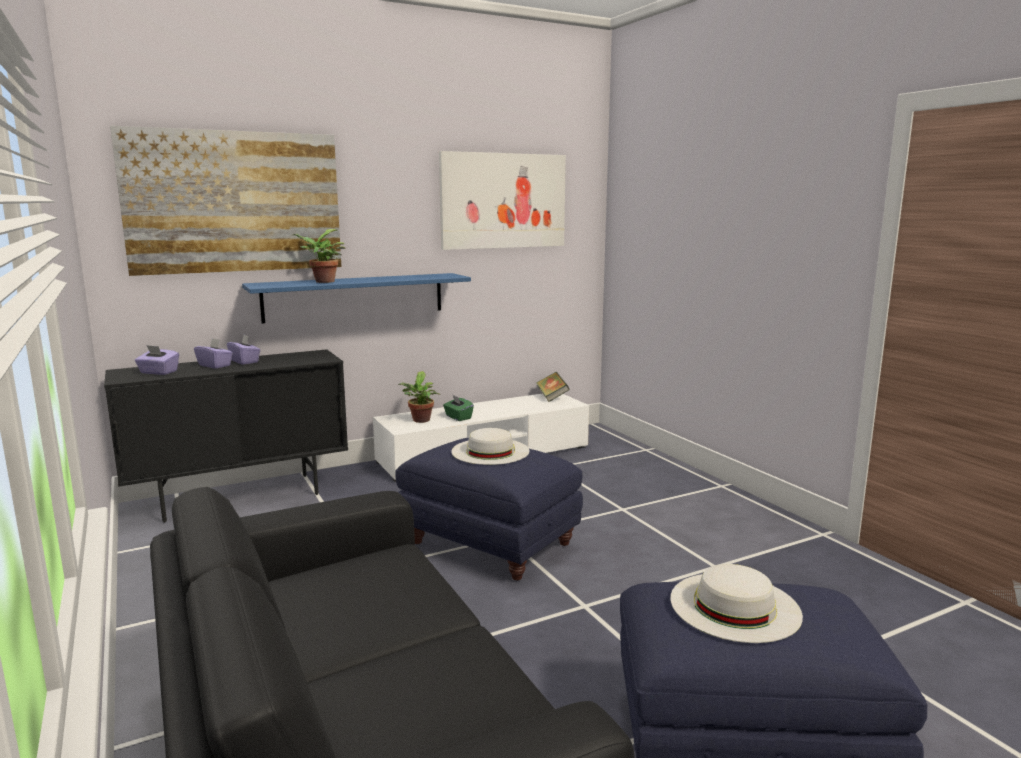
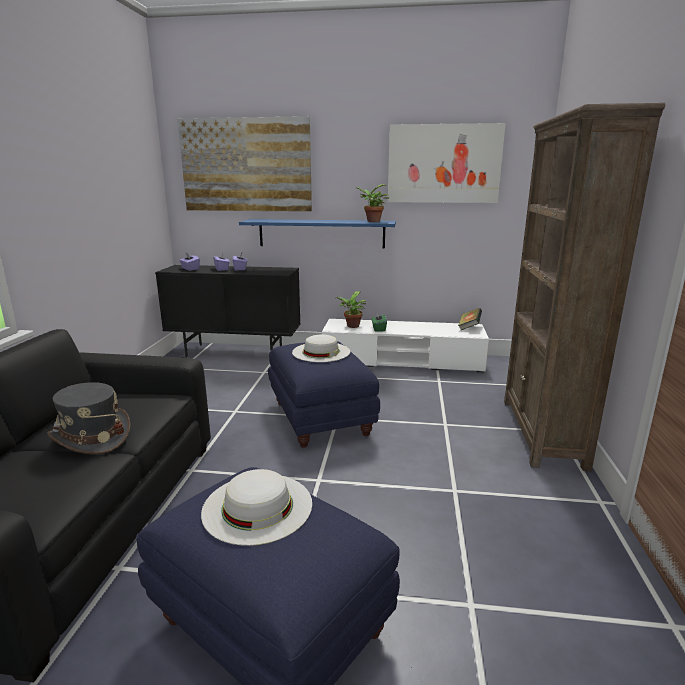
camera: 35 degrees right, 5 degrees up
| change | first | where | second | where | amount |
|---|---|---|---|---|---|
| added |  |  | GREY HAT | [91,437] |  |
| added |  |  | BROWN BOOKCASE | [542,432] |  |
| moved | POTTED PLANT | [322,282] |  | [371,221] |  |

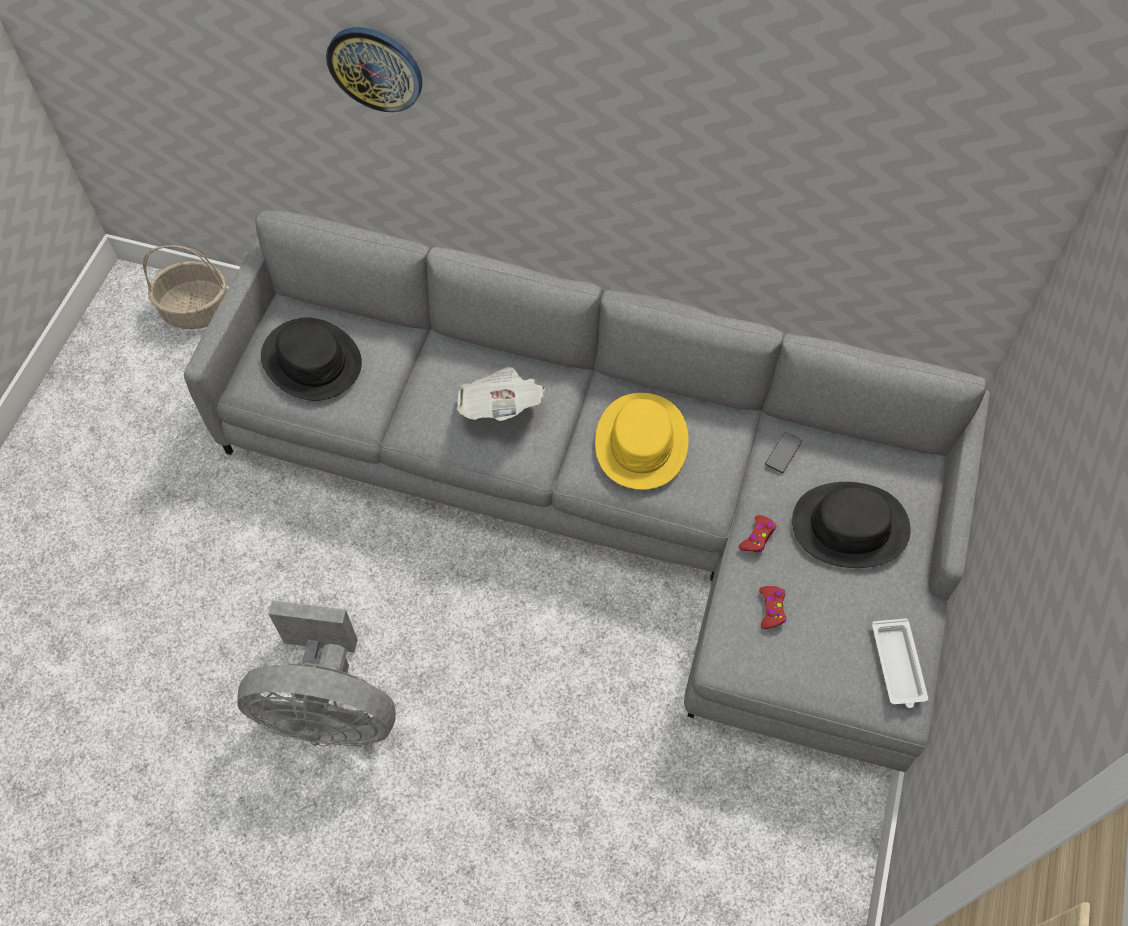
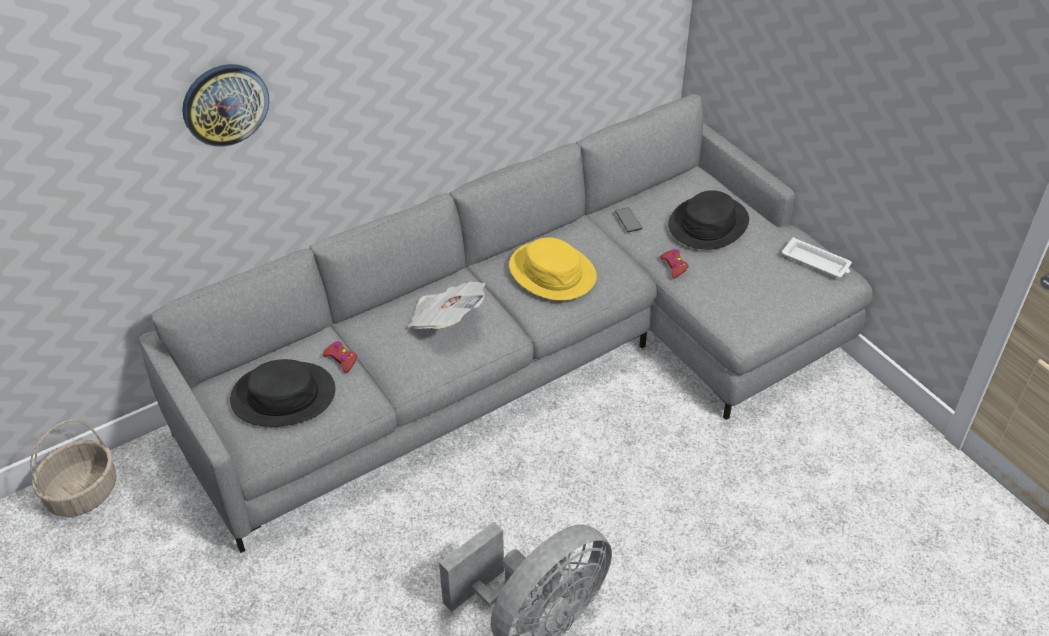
camera: 50 degrees left, 15 degrees down
| change | first | where | second | where | amount |
|---|---|---|---|---|---|
| moved | RED GAME CONTROLLER | [771,609] |  | [341,359] |  |

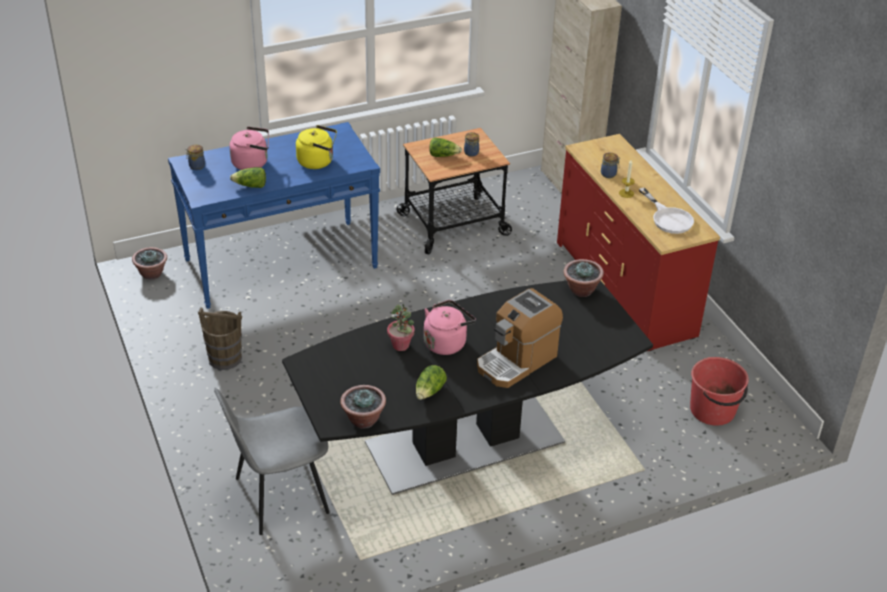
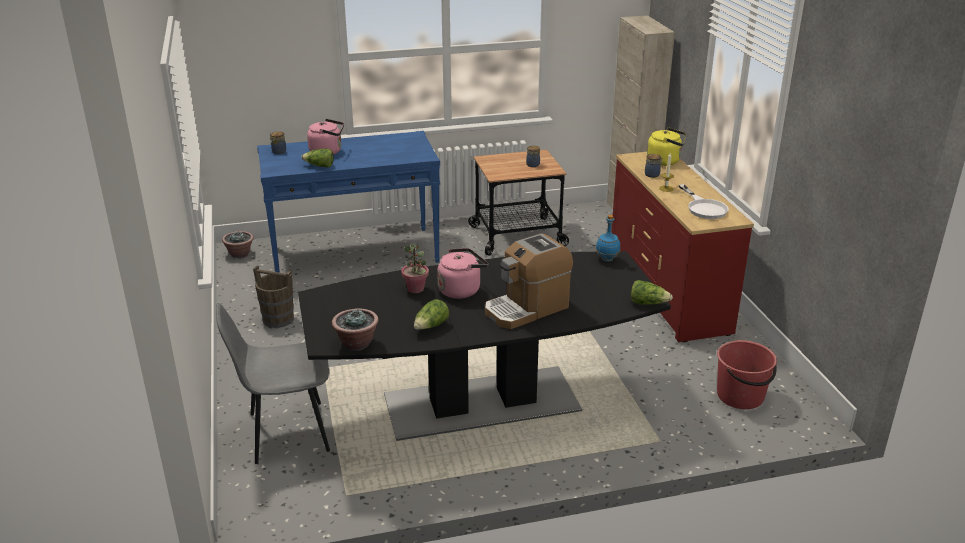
camera: 10 degrees right, 10 degrees down
| change | first | where | second | where | amount |
|---|---|---|---|---|---|
| moved | YELLOW KETTLE | [318,162] |  | [665,161] |  |
| moved | LETTUCE | [443,155] |  | [648,303] |  |
| replaced | POTTED PLANT | [581,290] | BLUE BOTTLE | [606,259] |  |

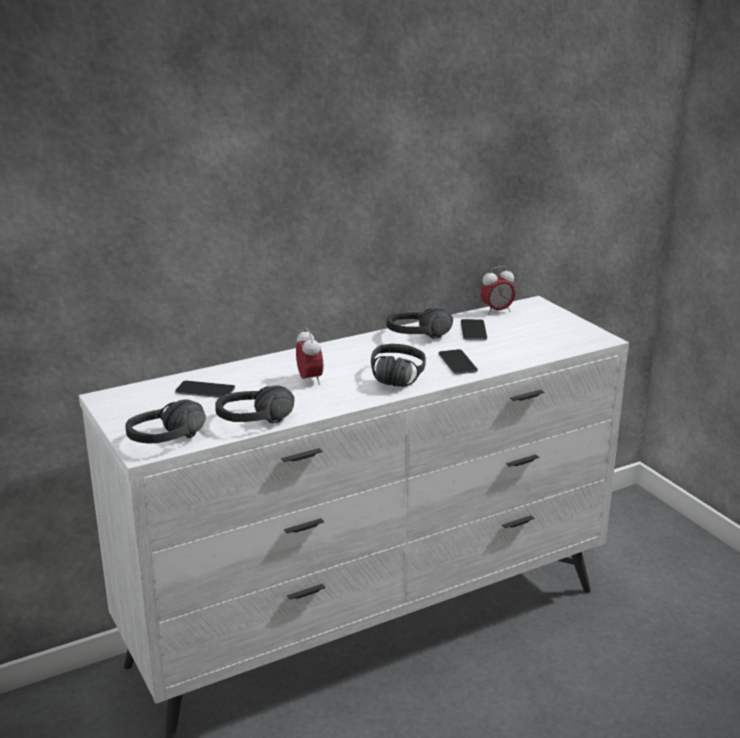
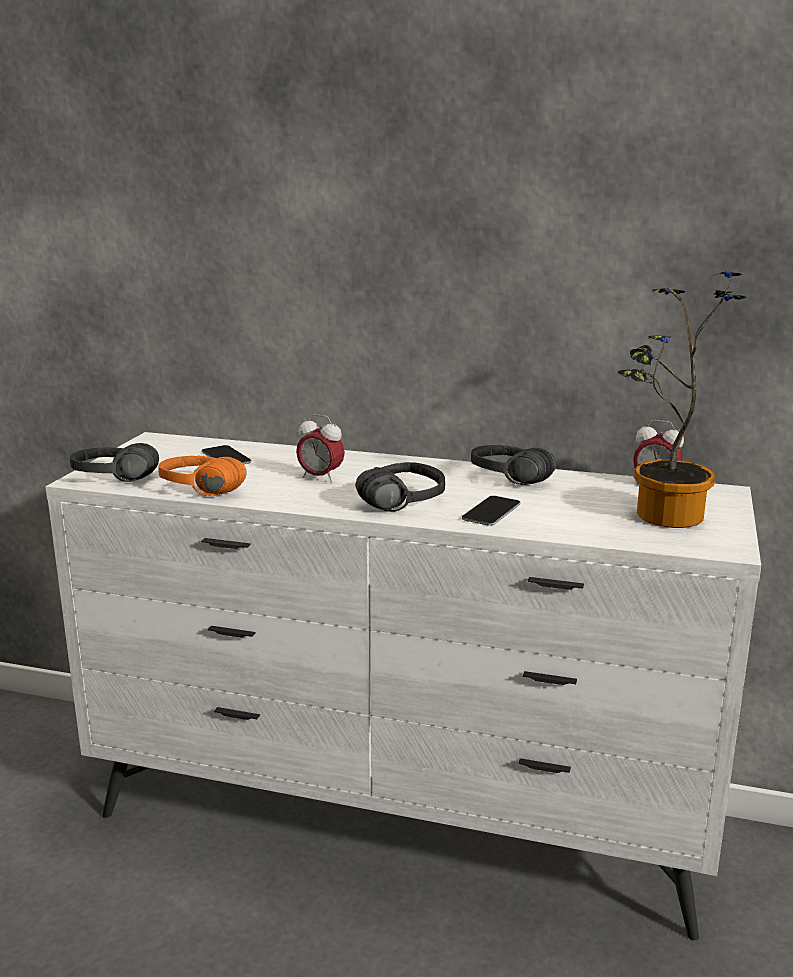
camera: 45 degrees right, 5 degrees down
| change | first | where | second | where | amount |
|---|---|---|---|---|---|
| removed | PHONE | [473,330] |  |  |  |
| added |  |  | POTTED PLANT | [661,518] |  |
| recoloured | BLACK HEADPHONES | [258,425] | ORANGE HEADPHONES | [195,493] |  |
| turned | ALARM CLOCK | [309,380] |  | [320,478] | 90 degrees clockwise |

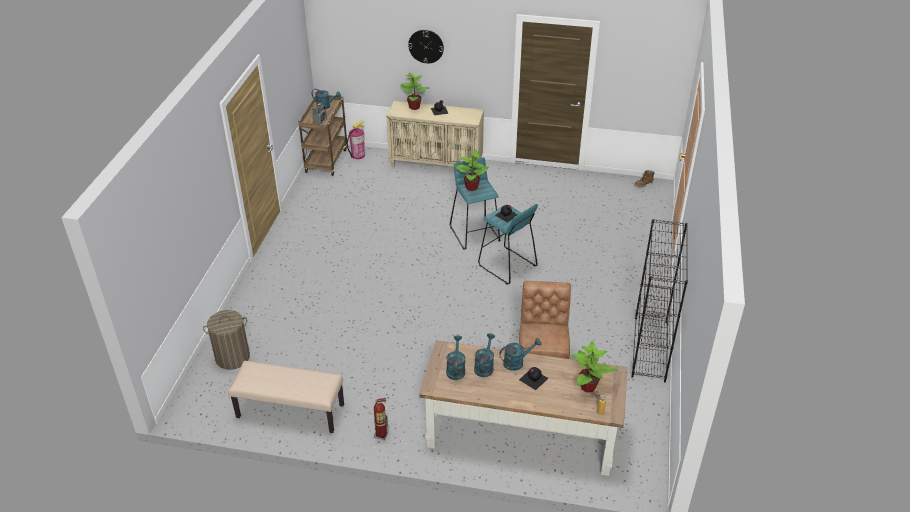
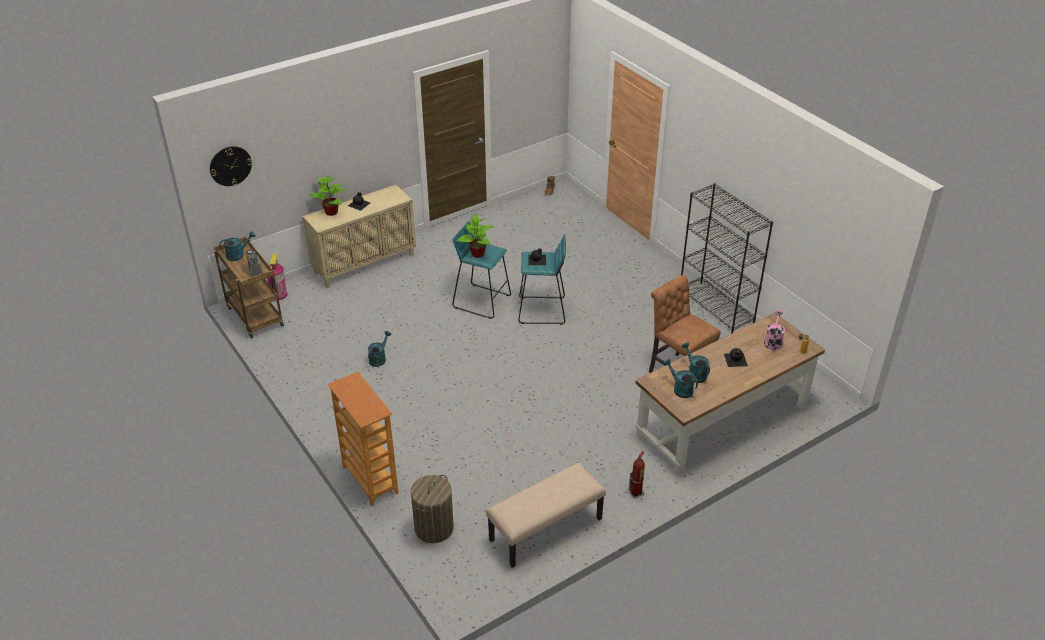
camera: 45 degrees left, 0 degrees up
| change | first | where | second | where | amount |
|---|---|---|---|---|---|
| added |  |  | BOOKCASE | [369,480] |  |
| moved | WALL CLOCK | [426,46] |  | [230,166] |  |
| moved | TURQUOISE WATERING CAN | [517,362] |  | [379,358] |  |
| replaced | POTTED PLANT | [588,387] | PINK WATERING CAN | [773,341] |  |

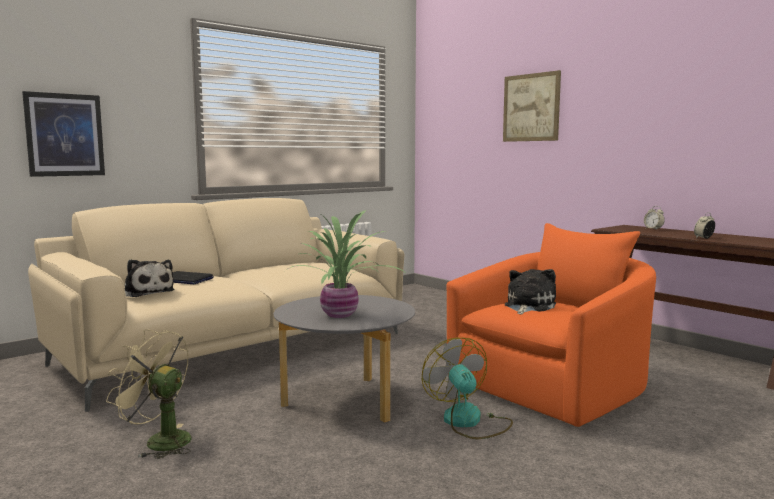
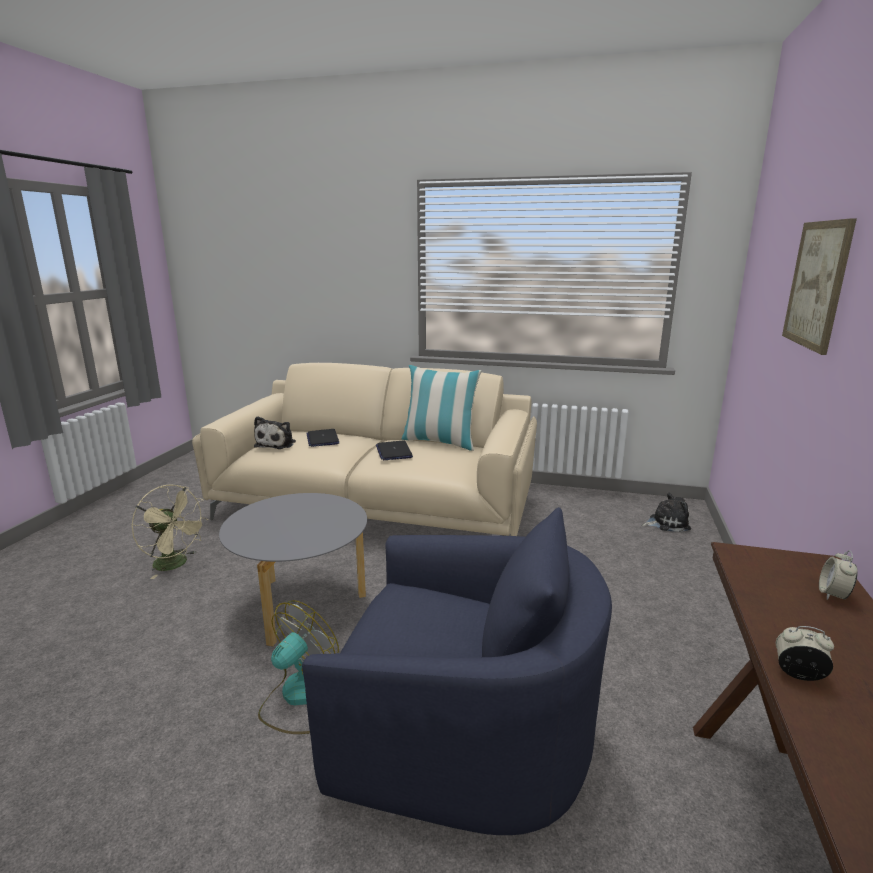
camera: 55 degrees right, 10 degrees up
| change | first | where | second | where | amount |
|---|---|---|---|---|---|
| removed | PICTURE | [65,135] |  |  |  |
| removed | POTTED PLANT | [341,315] |  |  |  |
| added |  |  | LAPTOP | [393,451] |  |
| added |  |  | PILLOW | [440,442] |  |
| moved | PLUSH TOY | [528,306] |  | [666,523] |  |
| recoloured | ORANGE ARMCHAIR | [554,386] | BLUE ARMCHAIR | [463,732] |  |
| turned | BEIGE FAN | [159,441] |  | [176,564] | 135 degrees clockwise |

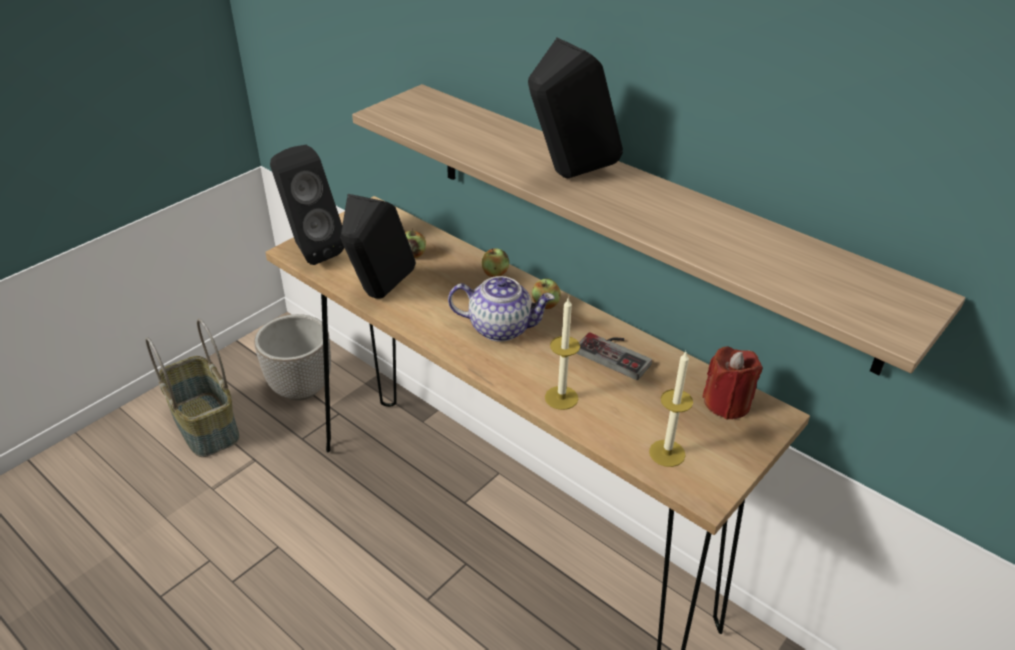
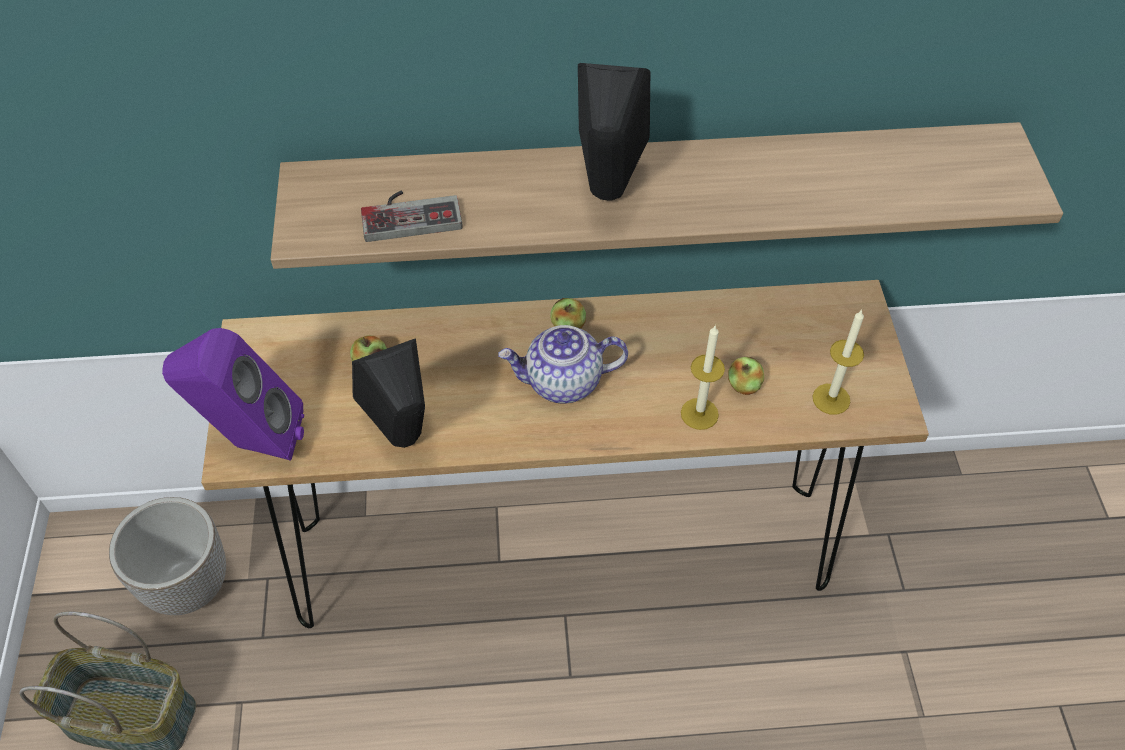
camera: 45 degrees left, 15 degrees up
| change | first | where | second | where | amount |
|---|---|---|---|---|---|
| removed | RED CANDLE | [727,403] |  |  |  |
| moved | APPLE | [495,273] |  | [744,385] |  |
| moved | GAME CONTROLLER | [616,353] |  | [410,213] |  |
| recoloured | BLACK SPEAKER | [310,250] | PURPLE SPEAKER | [252,442] |  |
| turned | TEAPOT | [501,328] |  | [563,382] | 150 degrees counterclockwise |

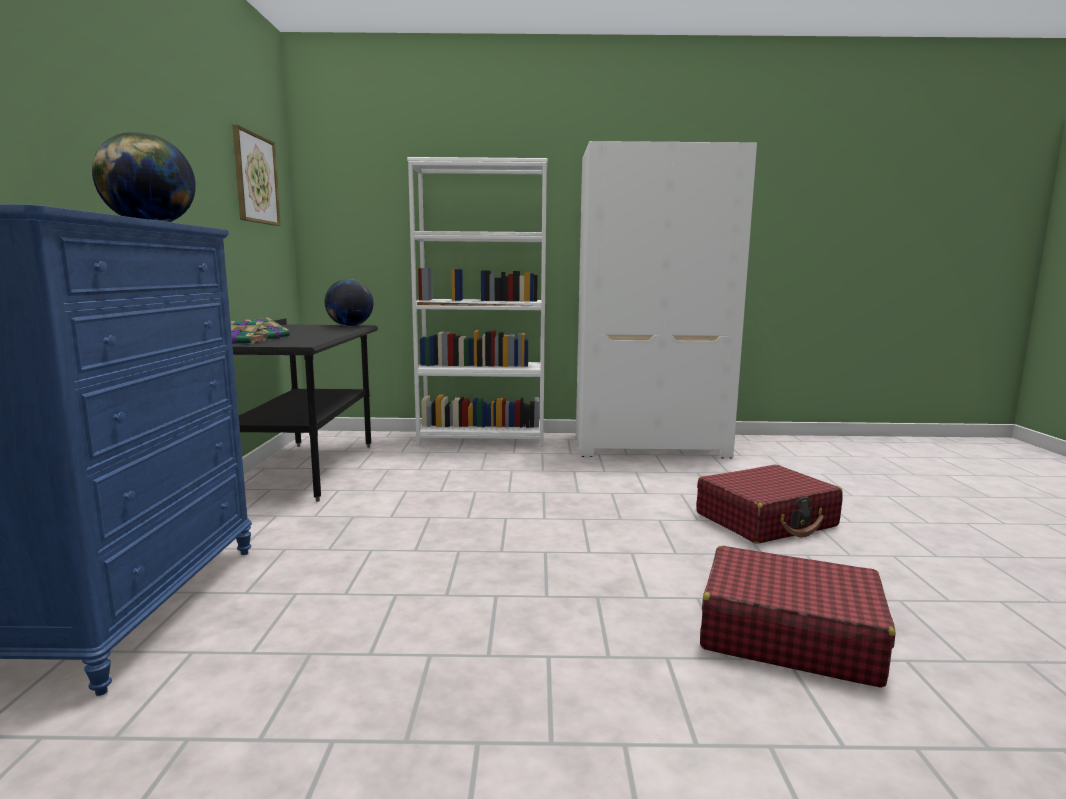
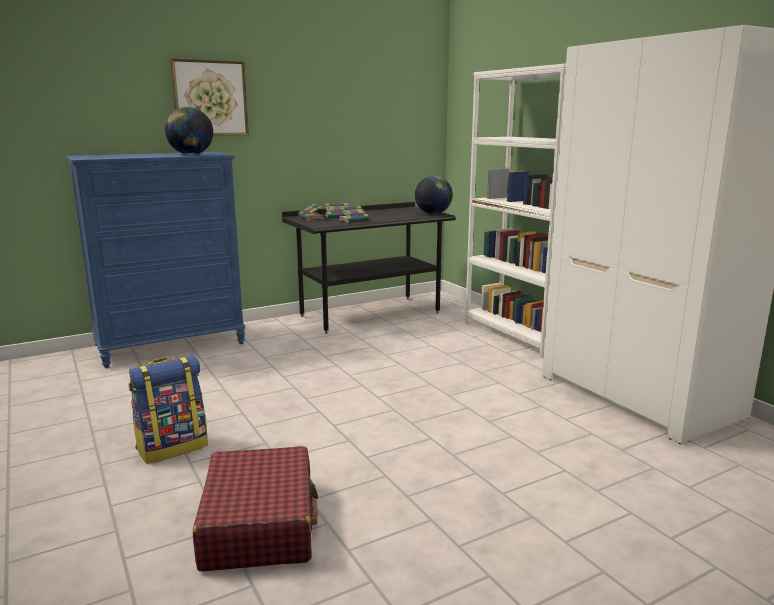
camera: 60 degrees right, 5 degrees up
| change | first | where | second | where | amount |
|---|---|---|---|---|---|
| removed | RED SUITCASE | [766,520] |  |  |  |
| added |  |  | BACKPACK | [172,447] |  |
| added |  |  | BOOK | [354,220] |  |
| moved | PICTURE | [255,179] |  | [210,98] |  |

